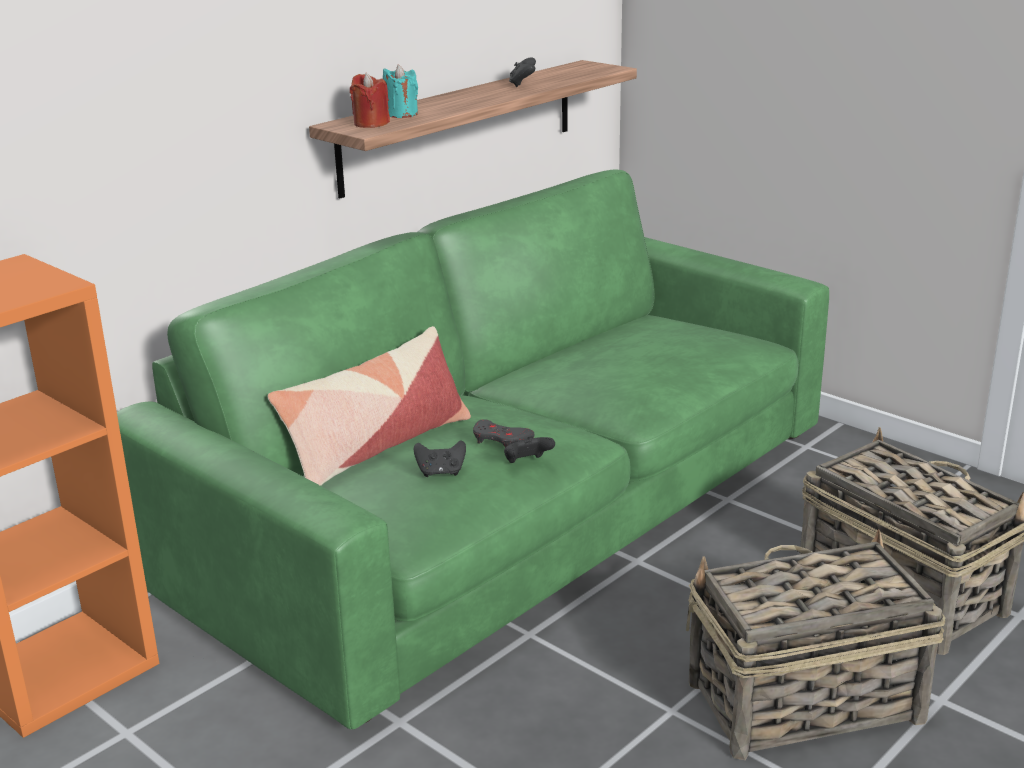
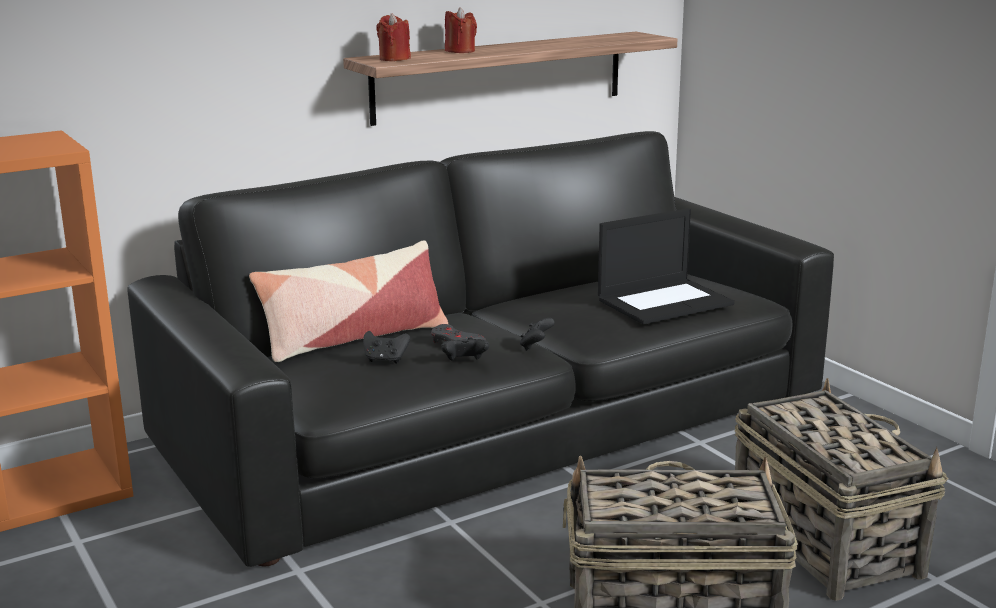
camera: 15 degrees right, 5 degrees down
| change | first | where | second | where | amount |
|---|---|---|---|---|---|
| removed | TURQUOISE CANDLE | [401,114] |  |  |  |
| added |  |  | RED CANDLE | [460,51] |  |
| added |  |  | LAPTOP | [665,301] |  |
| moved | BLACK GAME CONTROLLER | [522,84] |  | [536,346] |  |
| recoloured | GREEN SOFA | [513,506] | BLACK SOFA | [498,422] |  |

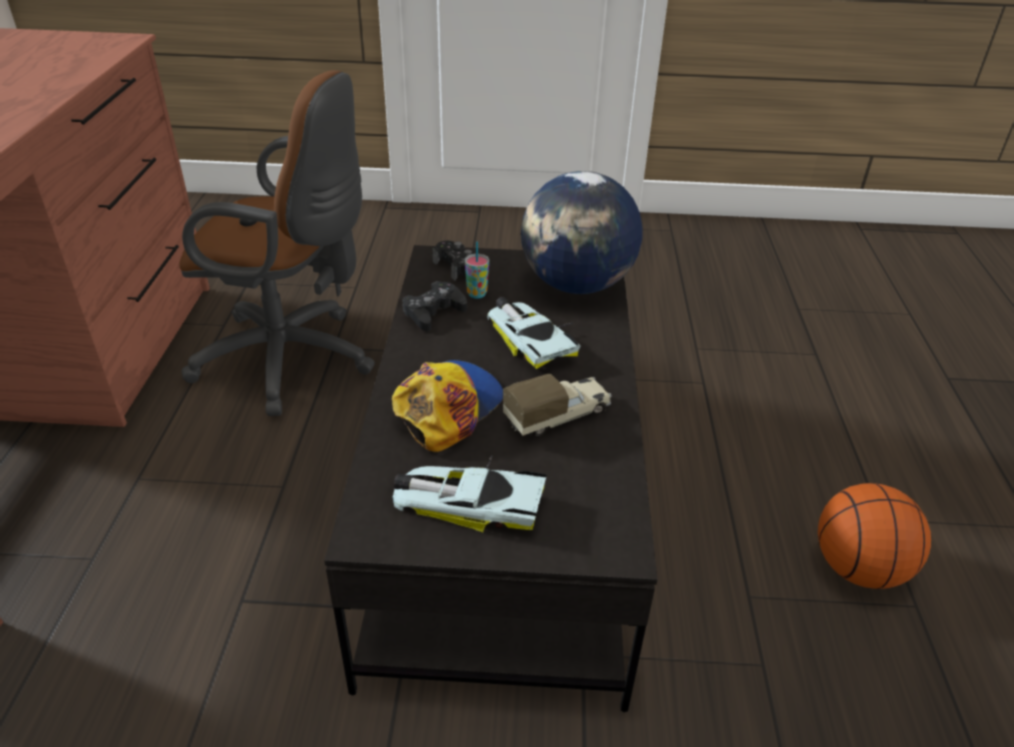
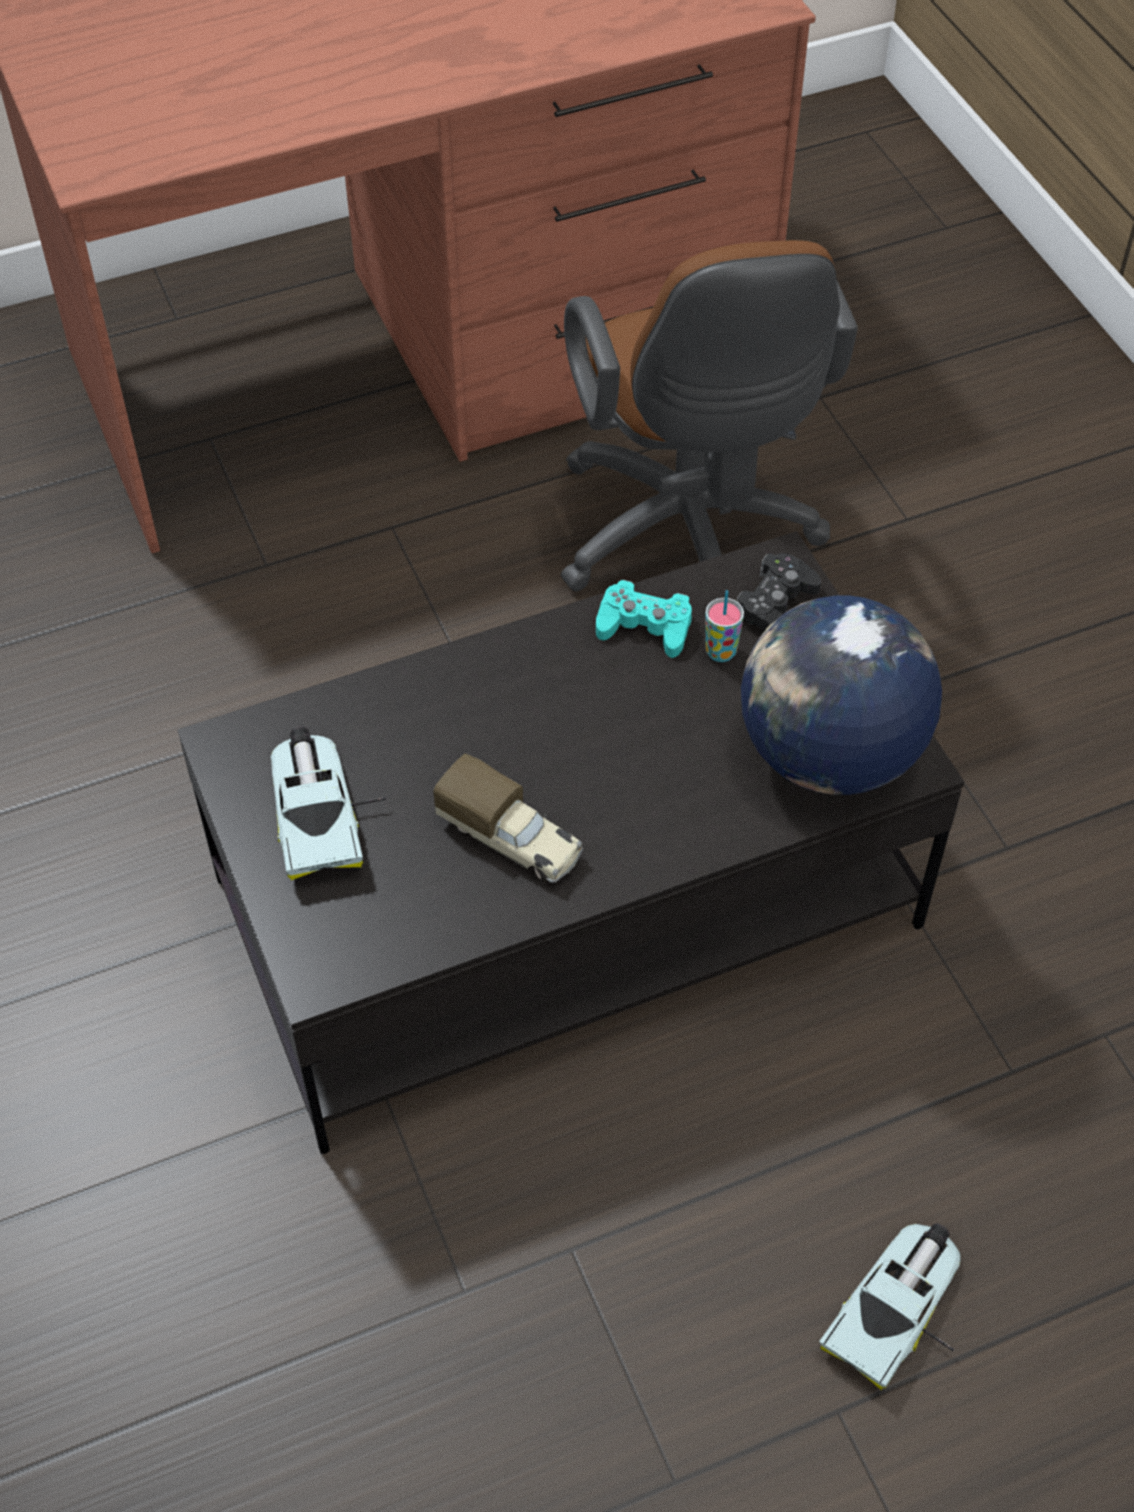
camera: 65 degrees right, 15 degrees up
| change | first | where | second | where | amount |
|---|---|---|---|---|---|
| removed | CAP | [447,407] |  |  |  |
| removed | BASKETBALL | [858,568] |  |  |  |
| moved | TOY CAR | [530,338] |  | [897,1306] |  |
| recoloured | BLACK GAME CONTROLLER | [433,312] | TURQUOISE GAME CONTROLLER | [644,626] |  |

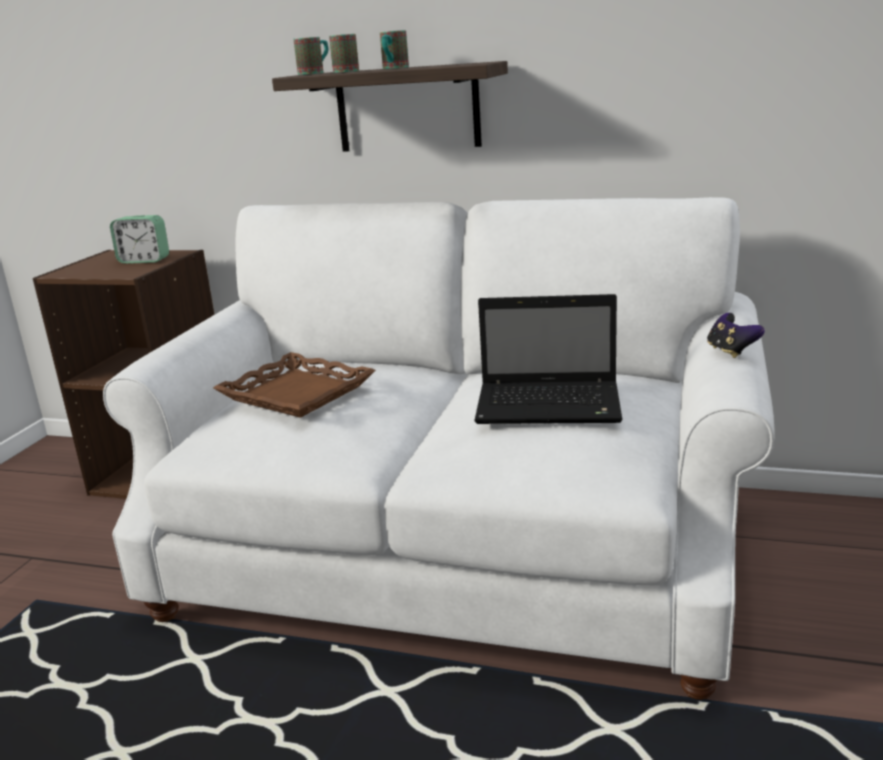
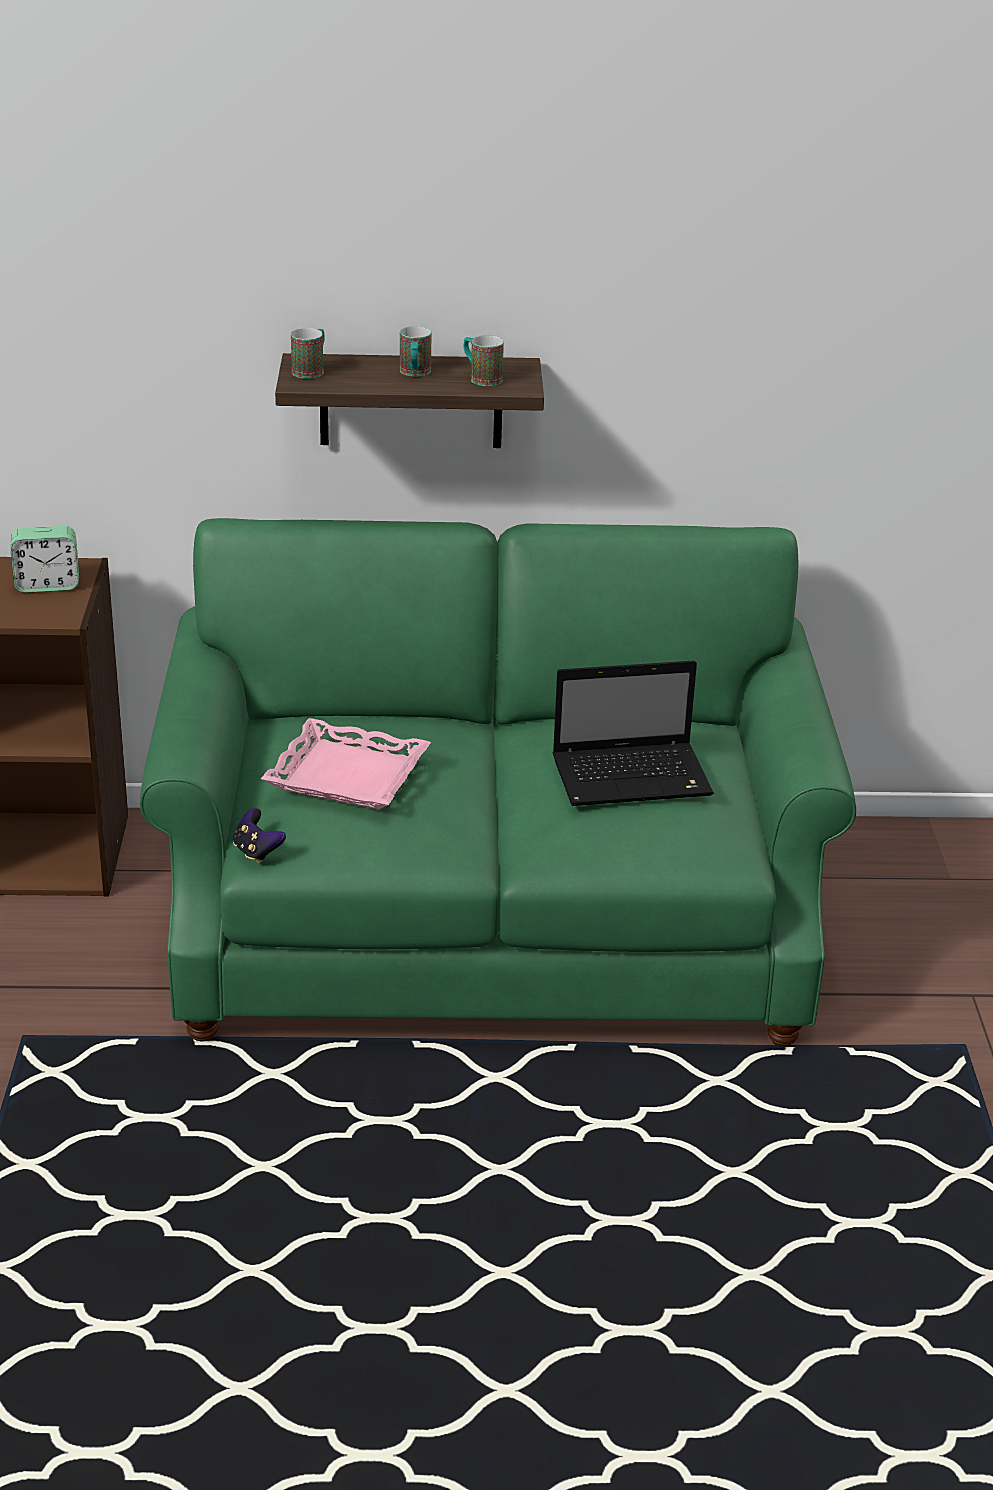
camera: 20 degrees left, 10 degrees up
| change | first | where | second | where | amount |
|---|---|---|---|---|---|
| moved | MUG | [343,72] |  | [481,378] |  |
| moved | GAME CONTROLLER | [731,351] |  | [257,852] |  |
| recoloured | WHITE SOFA | [457,553] | GREEN SOFA | [492,926] |  |
| recoloured | BROWN TRAY | [298,393] | PINK TRAY | [348,774] |  |

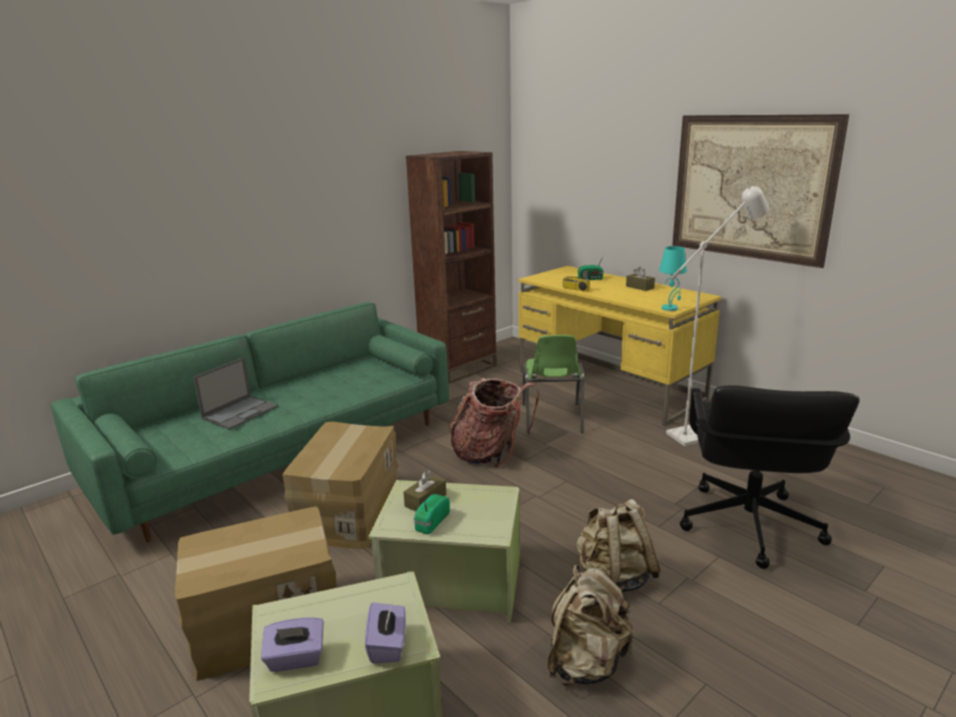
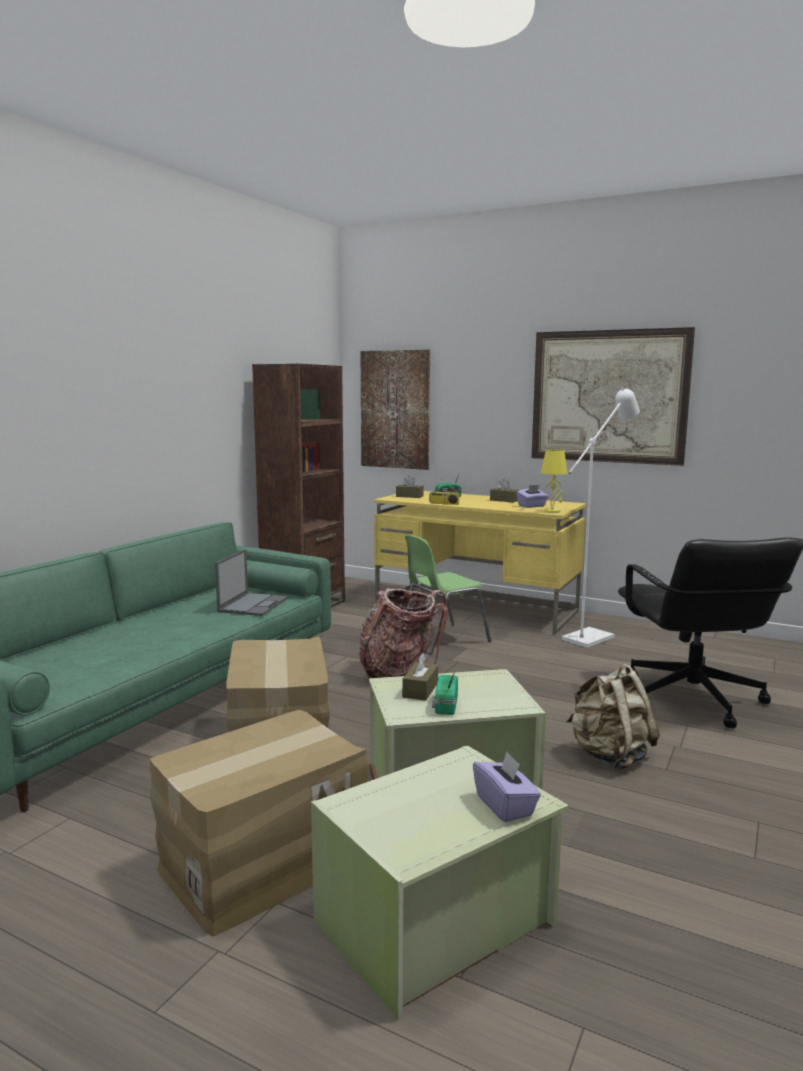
camera: 20 degrees left, 10 degrees down
| change | first | where | second | where | amount |
|---|---|---|---|---|---|
| removed | BEIGE BACKPACK | [586,663] |  |  |  |
| added |  |  | PICTURE | [395,409] |  |
| added |  |  | BROWN TISSUE BOX | [409,496] |  |
| moved | LAPTOP | [241,412] |  | [253,604] |  |
| moved | PURPLE TISSUE BOX | [296,659] |  | [532,506] |  |
| recoloured | TURQUOISE TABLE LAMP | [670,308] | YELLOW TABLE LAMP | [552,511] |  |
| turned | GREEN CHAIR | [552,419] |  | [441,639] | 75 degrees clockwise |

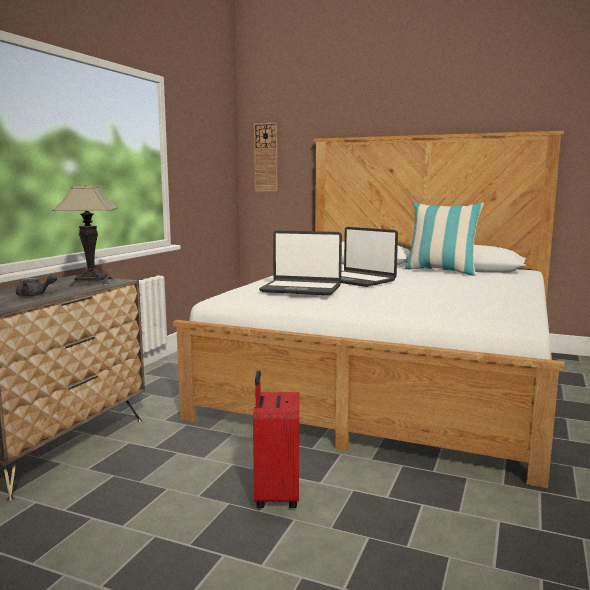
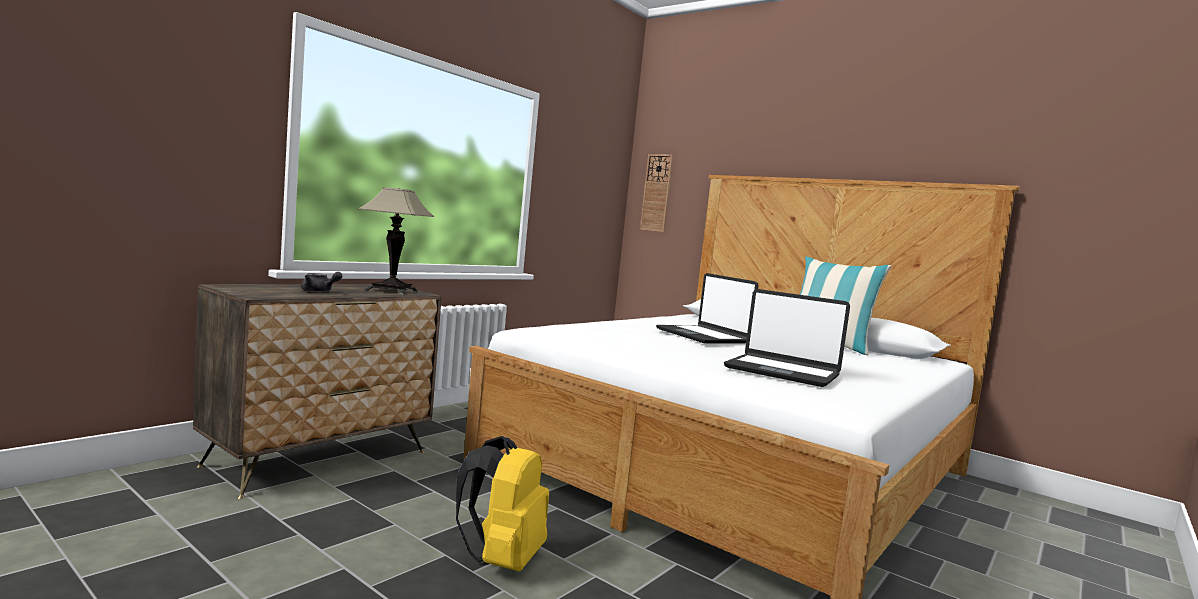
camera: 15 degrees right, 5 degrees down
| change | first | where | second | where | amount |
|---|---|---|---|---|---|
| moved | LAPTOP | [301,289] |  | [782,372] |  |
| replaced | RED SUITCASE | [275,495] | YELLOW BACKPACK | [502,560] |  |

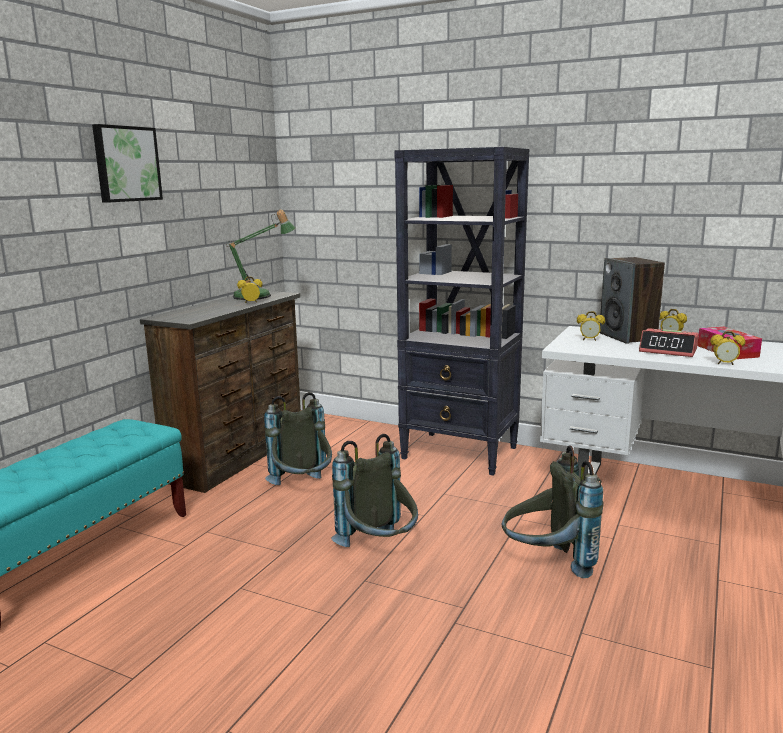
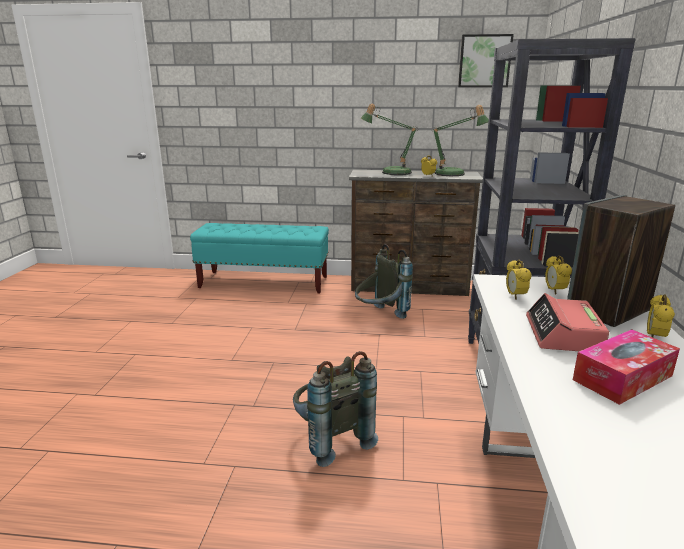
camera: 70 degrees right, 5 degrees up
| change | first | where | second | where | amount |
|---|---|---|---|---|---|
| removed | GREY BACKPACK | [379,550] |  |  |  |
| added |  |  | TABLE LAMP | [391,172] |  |
| moved | PICTURE | [126,164] |  | [484,61] |  |
| moved | ALARM CLOCK | [724,364] |  | [515,296] |  |

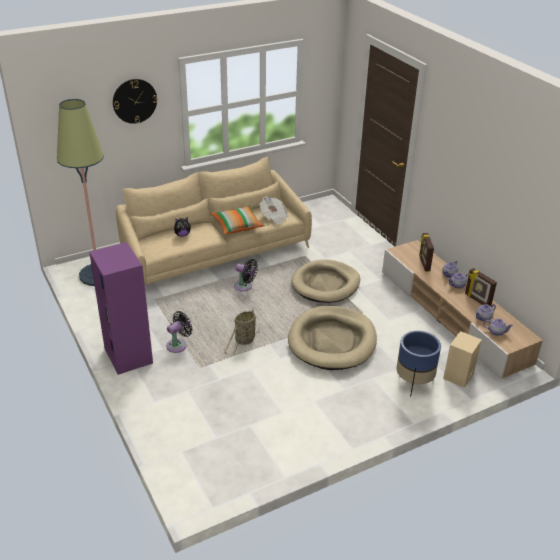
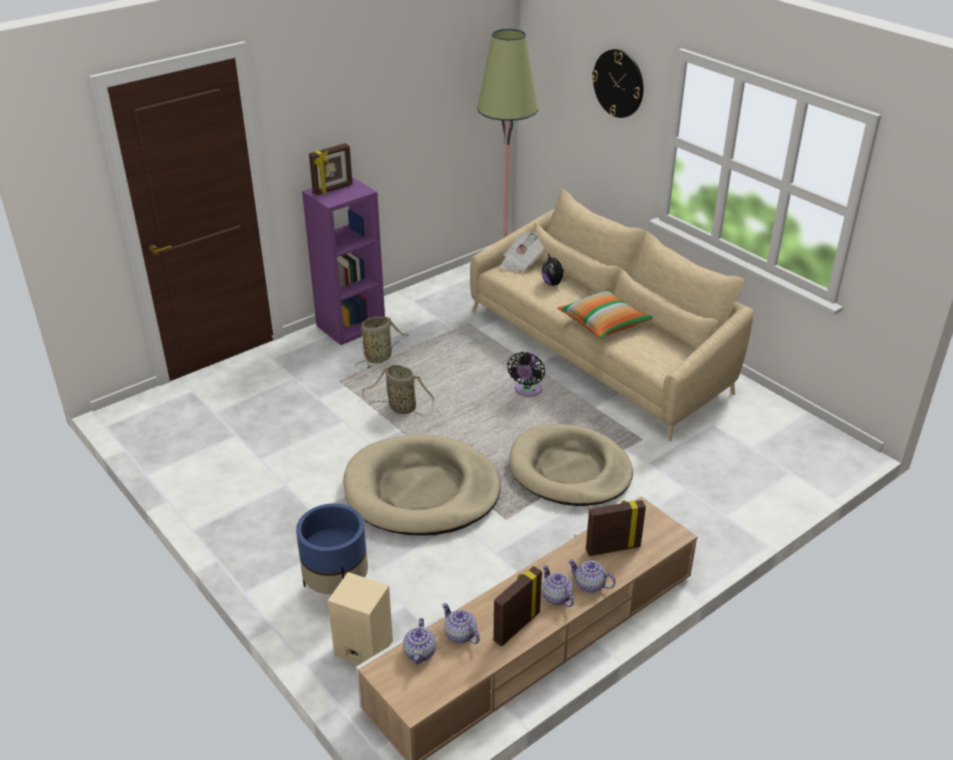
camera: 80 degrees right, 0 degrees up
| change | first | where | second | where | amount |
|---|---|---|---|---|---|
| added |  |  | PICTURE FRAME | [333,189] |  |
| moved | NEWSPAPER | [274,217] |  | [520,263] |  |
| replaced | BLACK FAN | [178,345] | BASKET | [379,357] |  |

